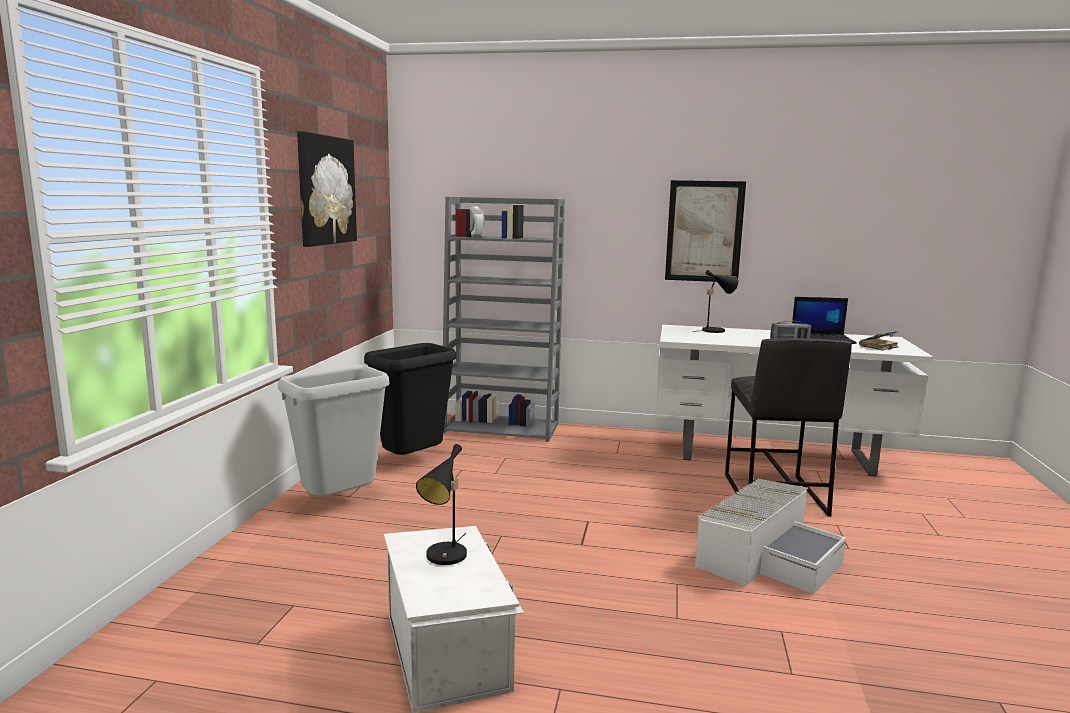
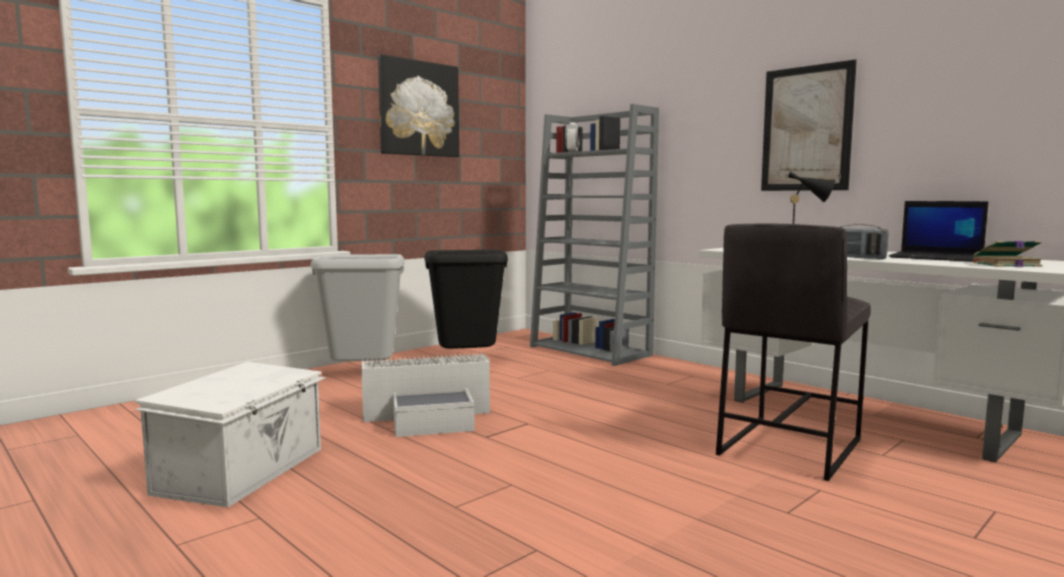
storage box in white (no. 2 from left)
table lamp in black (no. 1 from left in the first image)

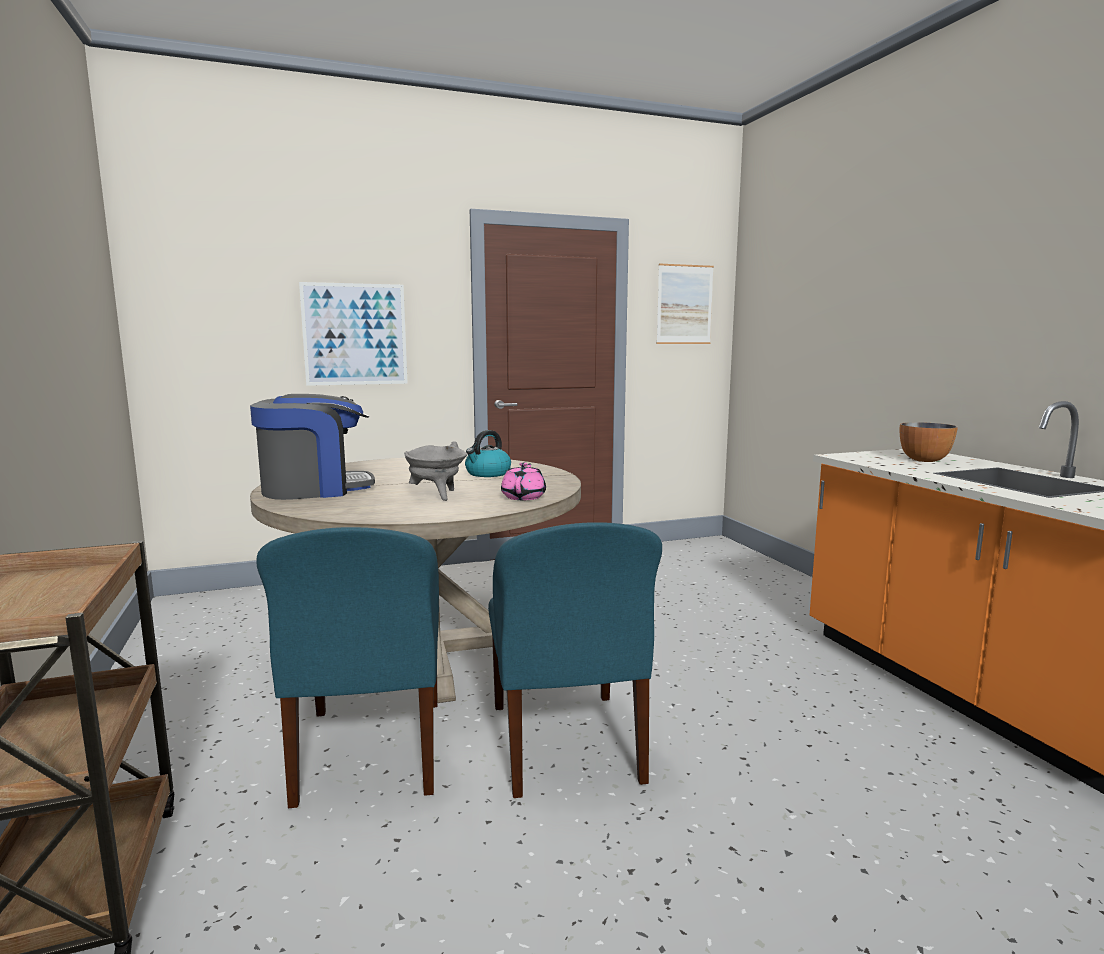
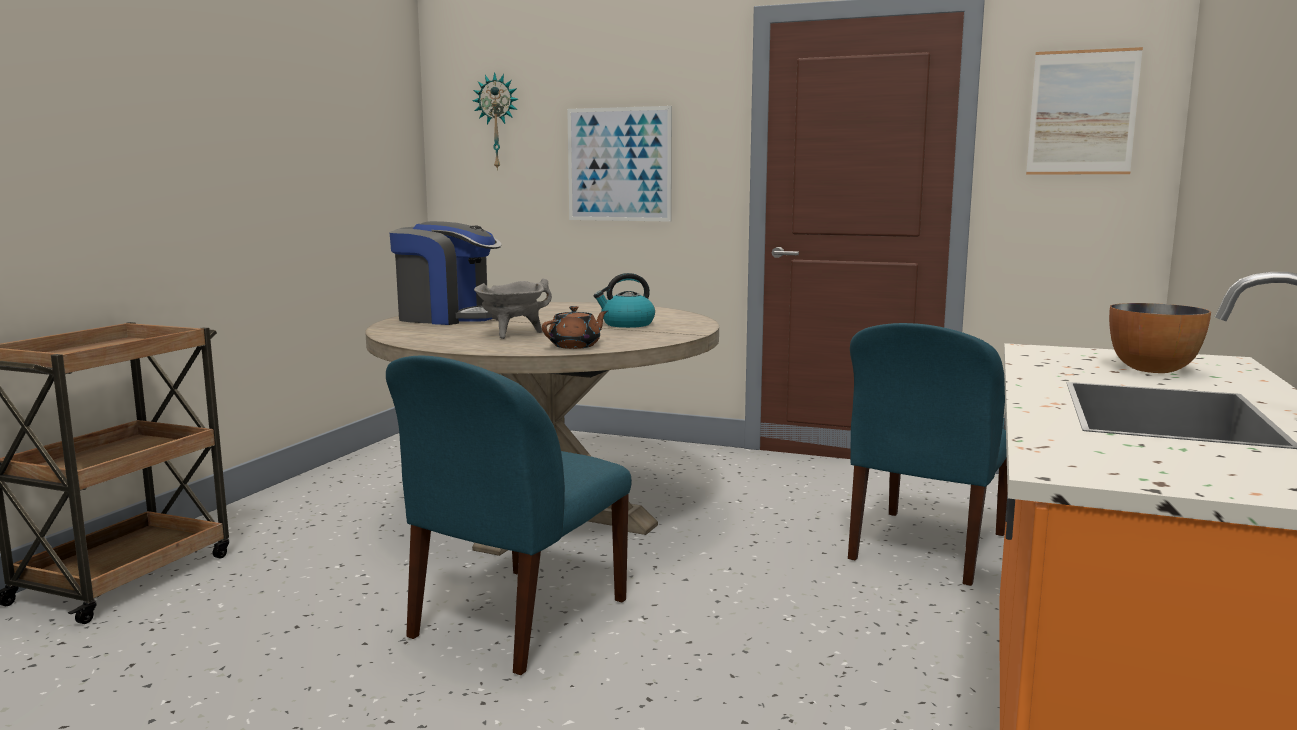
wall clock
teapot in brown
chair in blue (no. 2 from left)

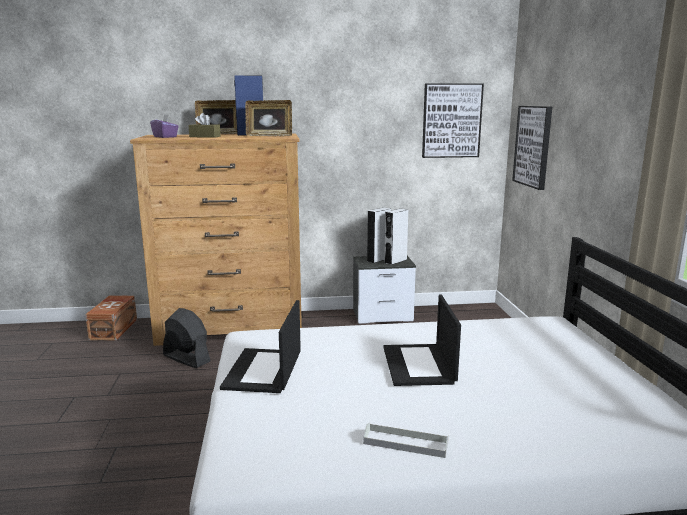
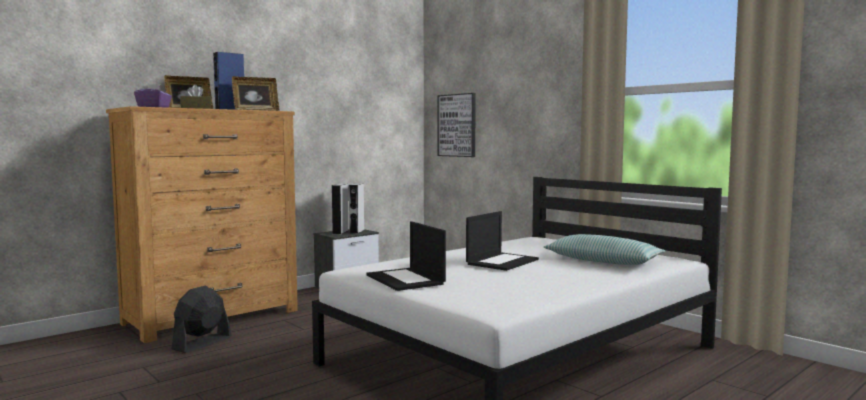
fan in black
laptop (no. 2 from left)
pillow
storage box in brown
tray in grey
picture (no. 1 from left in the first image)

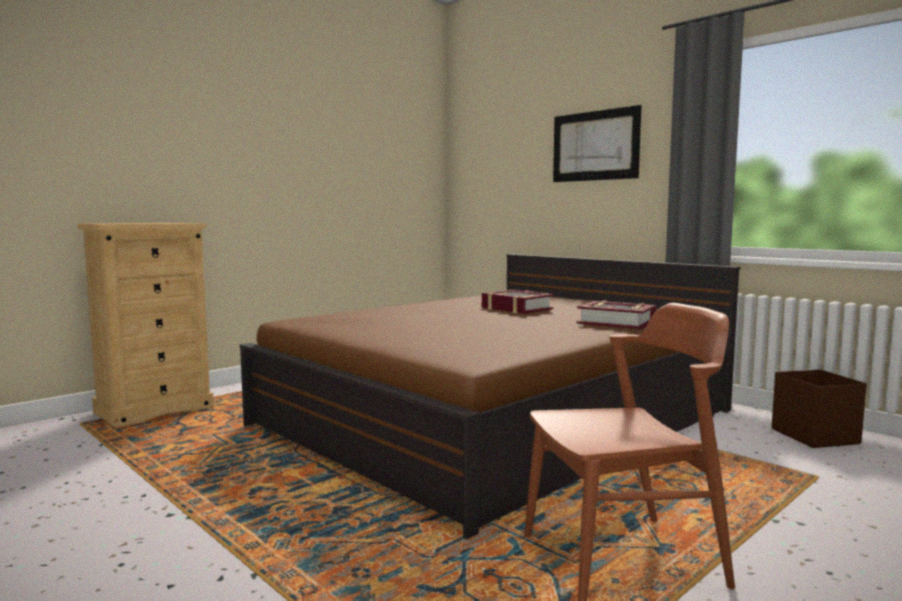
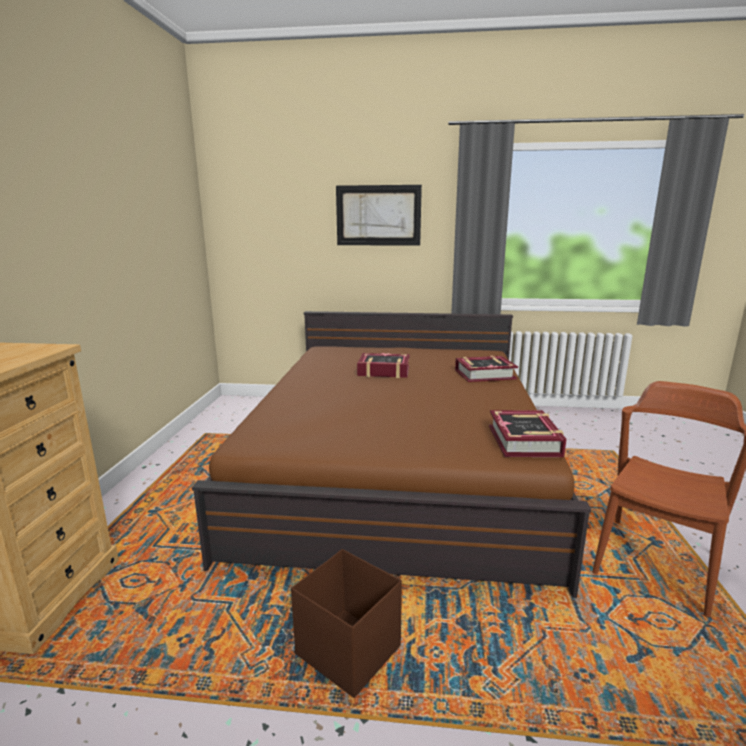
storage box in brown
book (no. 3 from left)

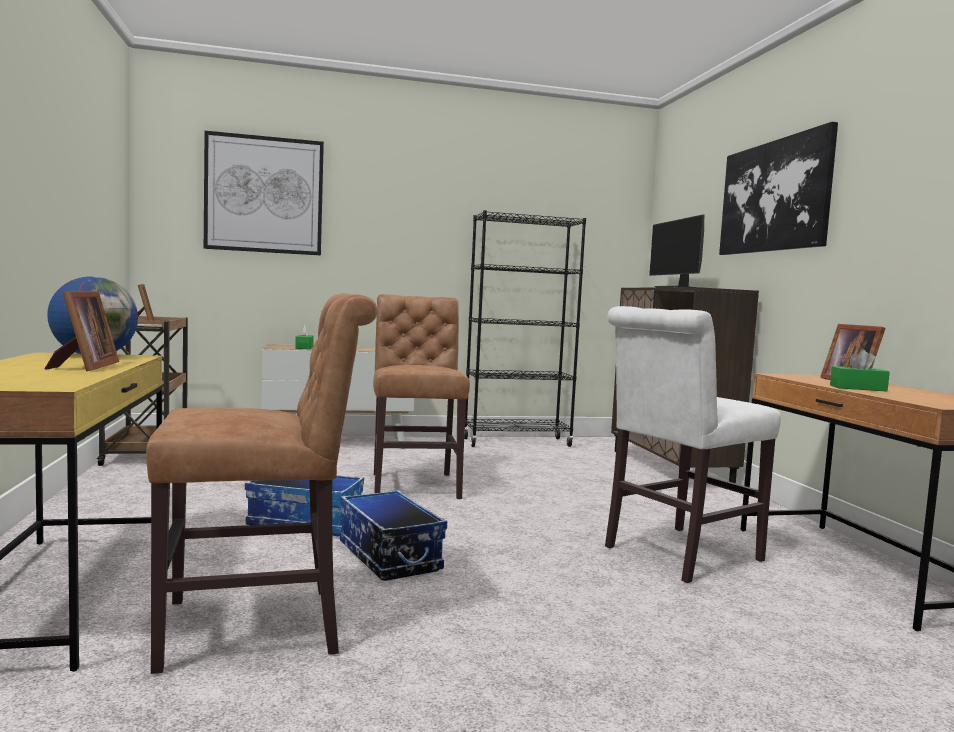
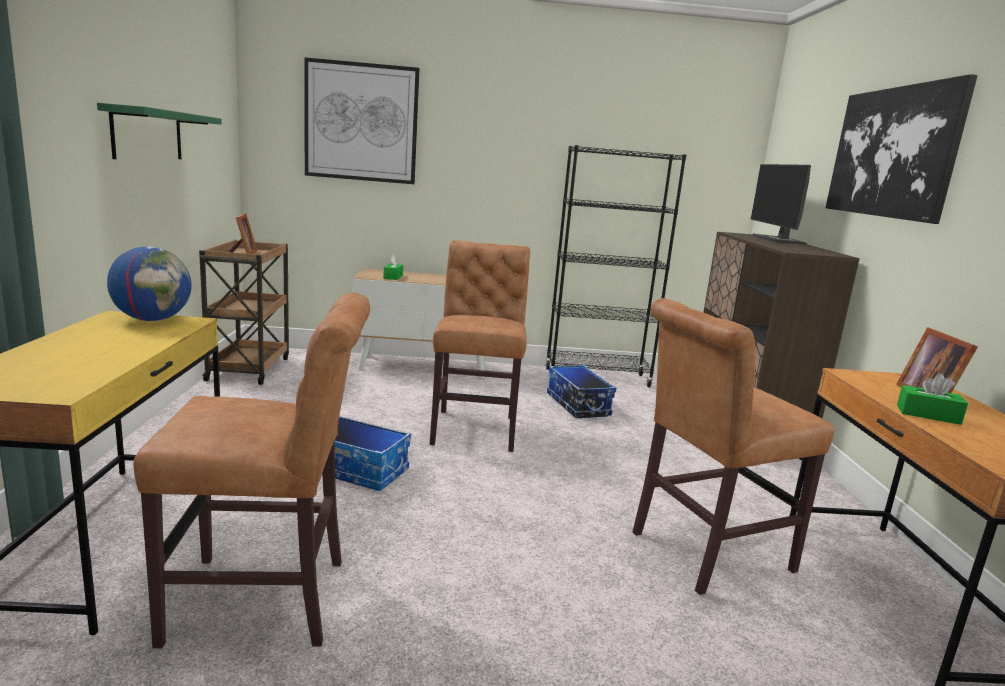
shelf in green
storage box (no. 2 from left)
chair in brown (no. 3 from left)
picture frame (no. 1 from left in the first image)

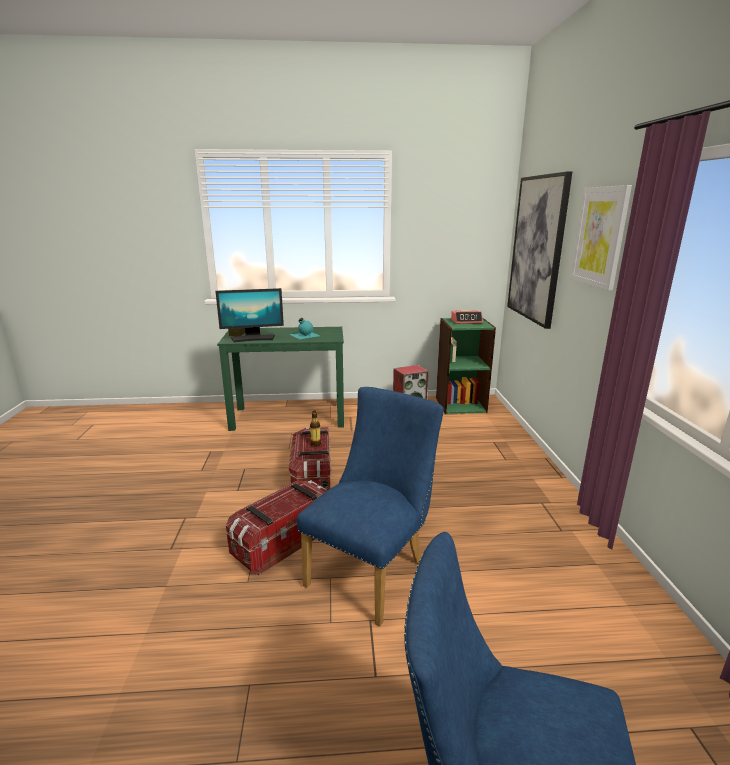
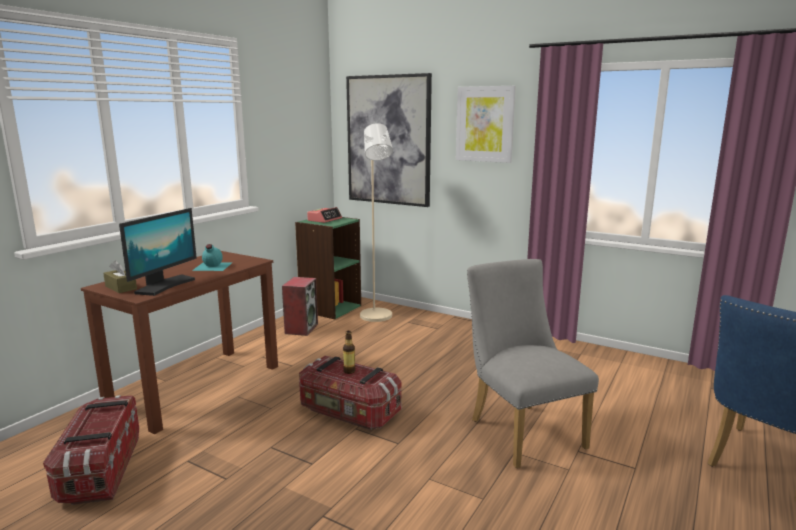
storage box (no. 1 from left)
desk in brown
floor lamp in beige
chair in grey

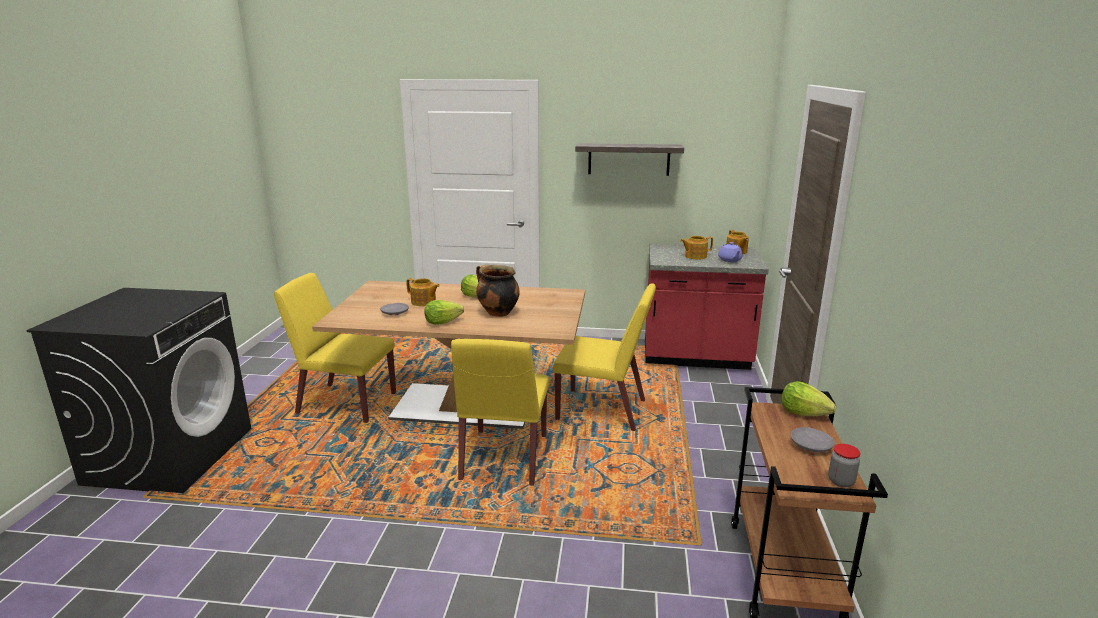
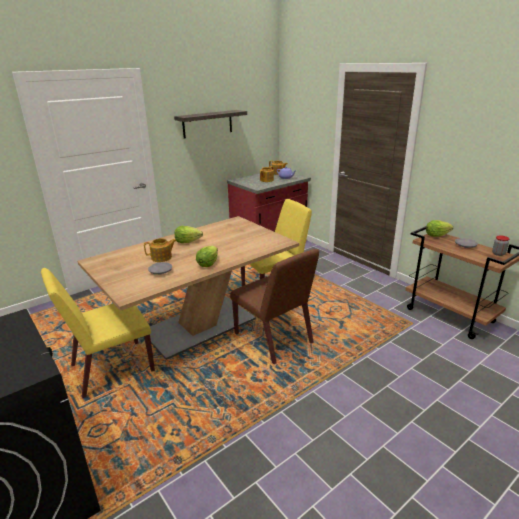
chair in brown
cooking pot

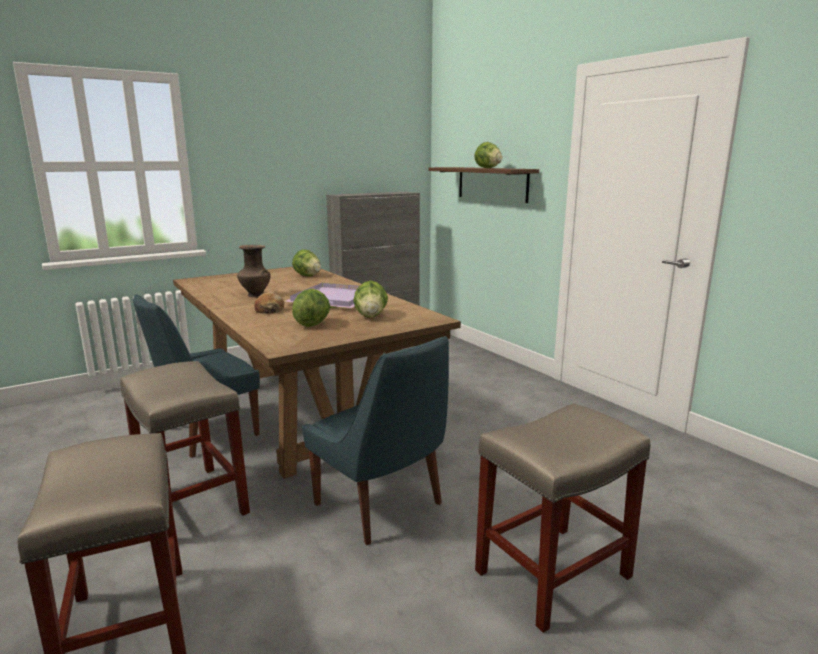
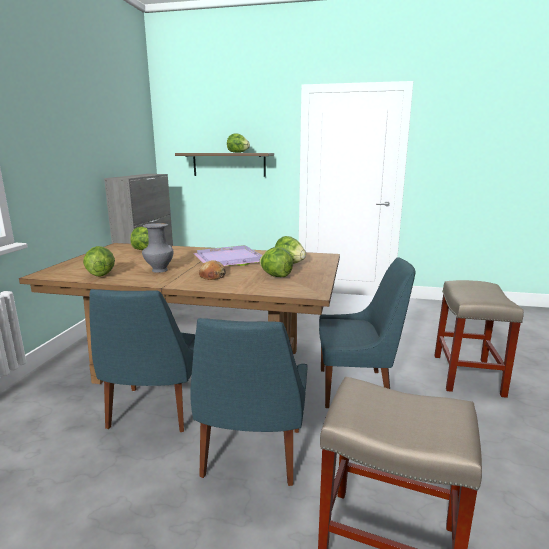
lettuce (no. 1 from left)
vase in grey
chair in blue (no. 2 from left)

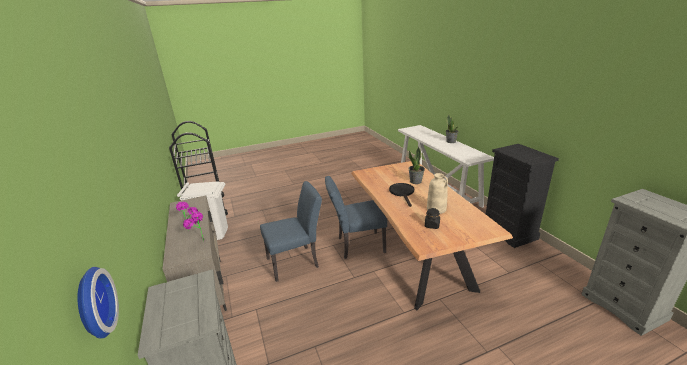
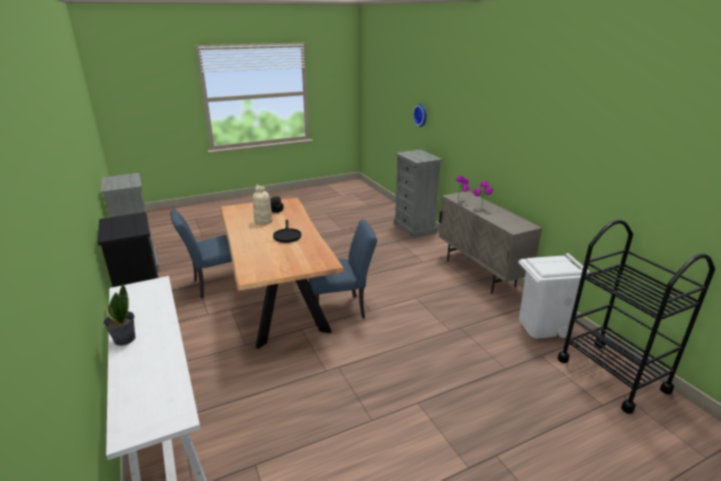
chair in blue (no. 1 from left)
potted plant (no. 3 from left in the first image)

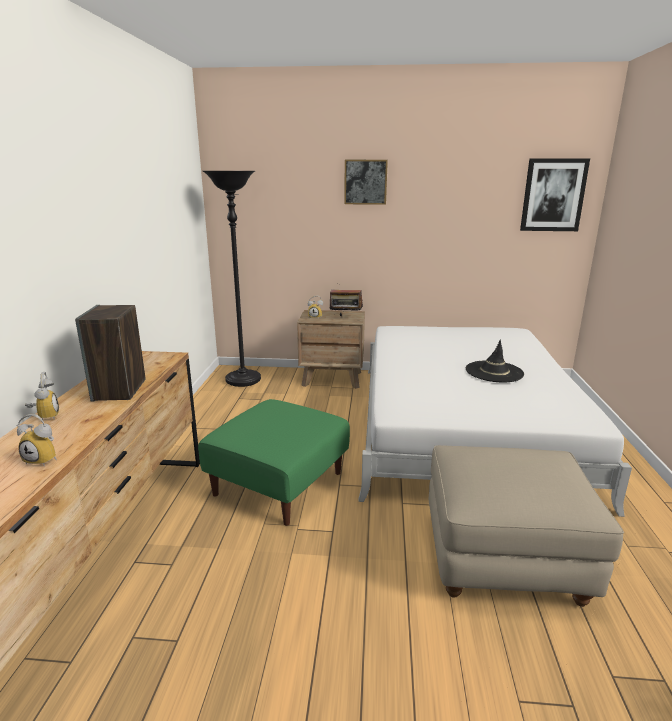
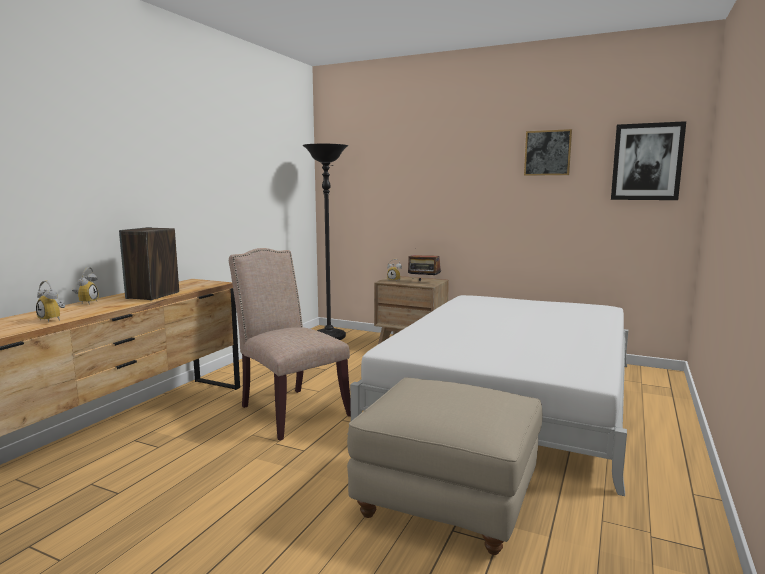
chair in beige
picture (no. 1 from left)
hat in black

